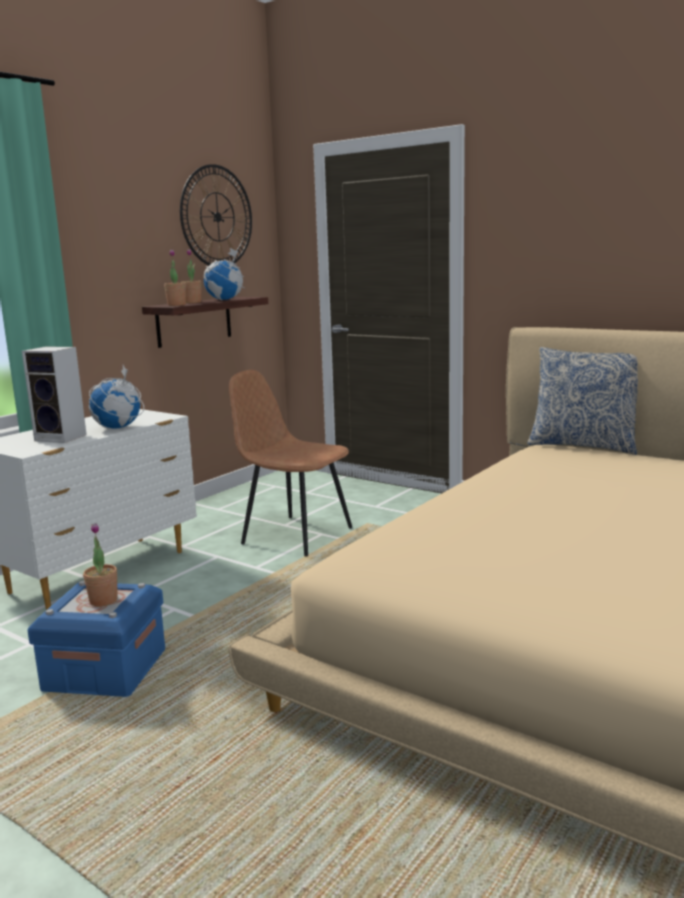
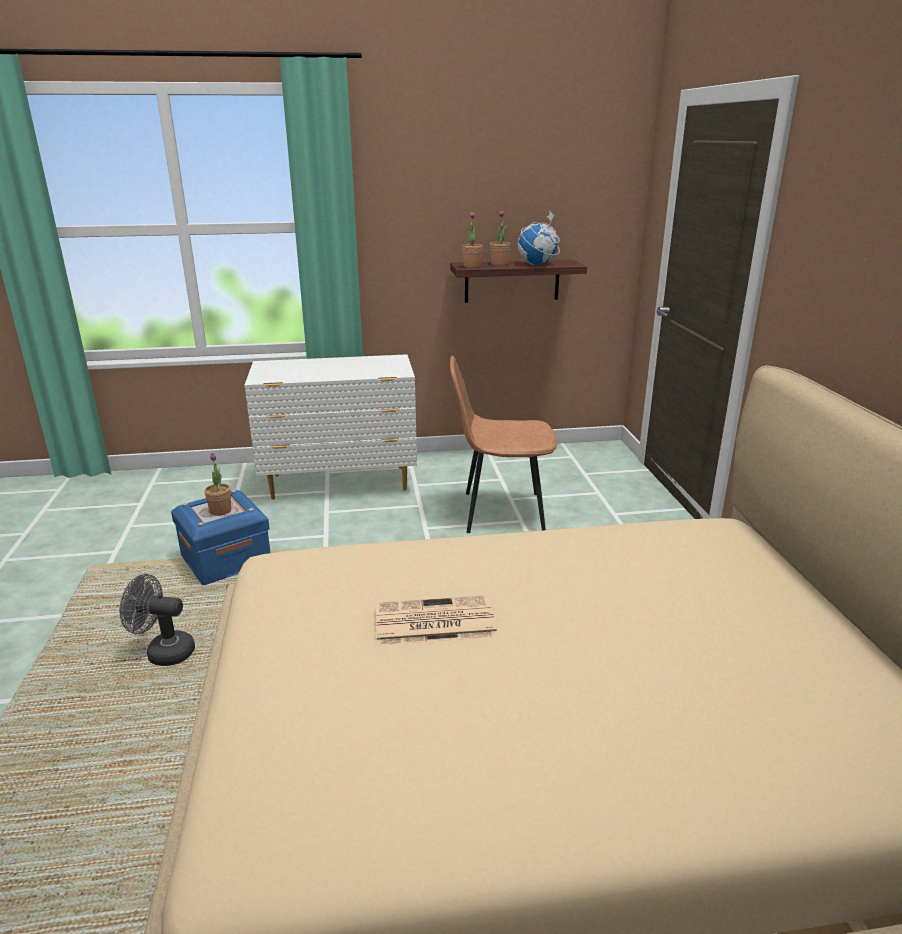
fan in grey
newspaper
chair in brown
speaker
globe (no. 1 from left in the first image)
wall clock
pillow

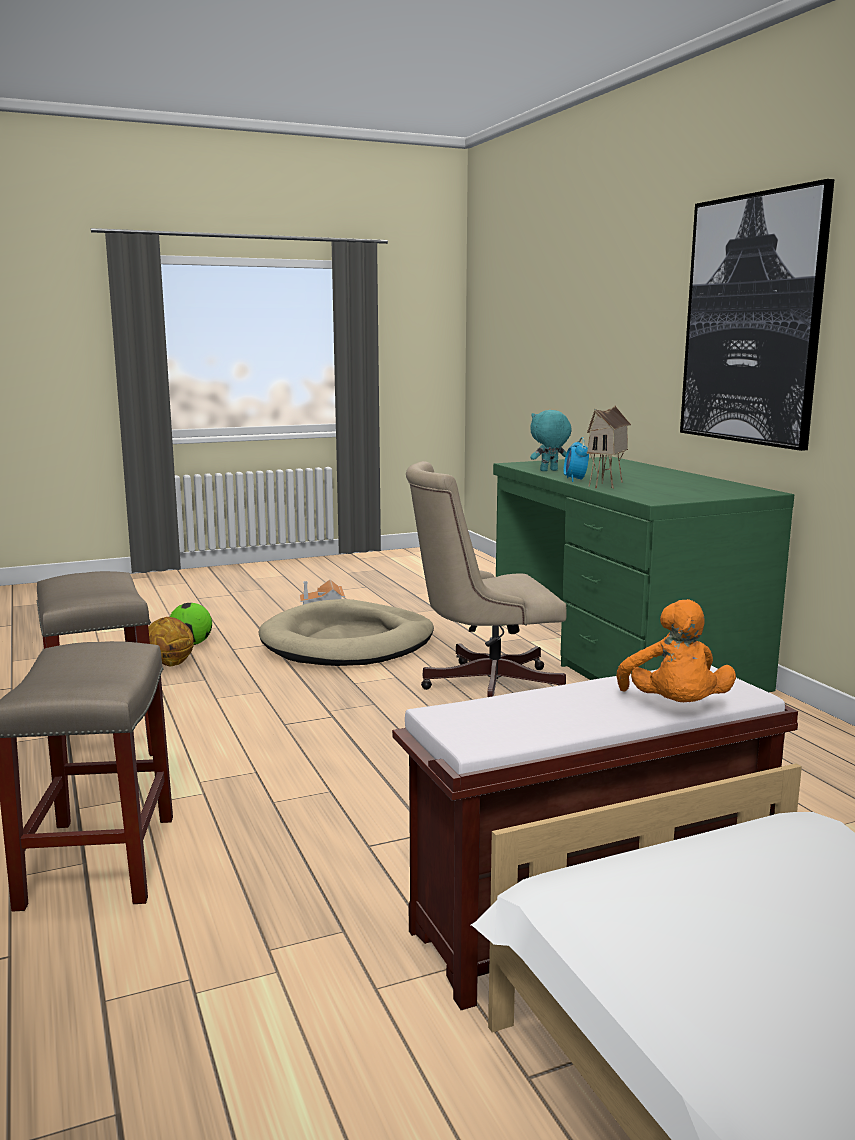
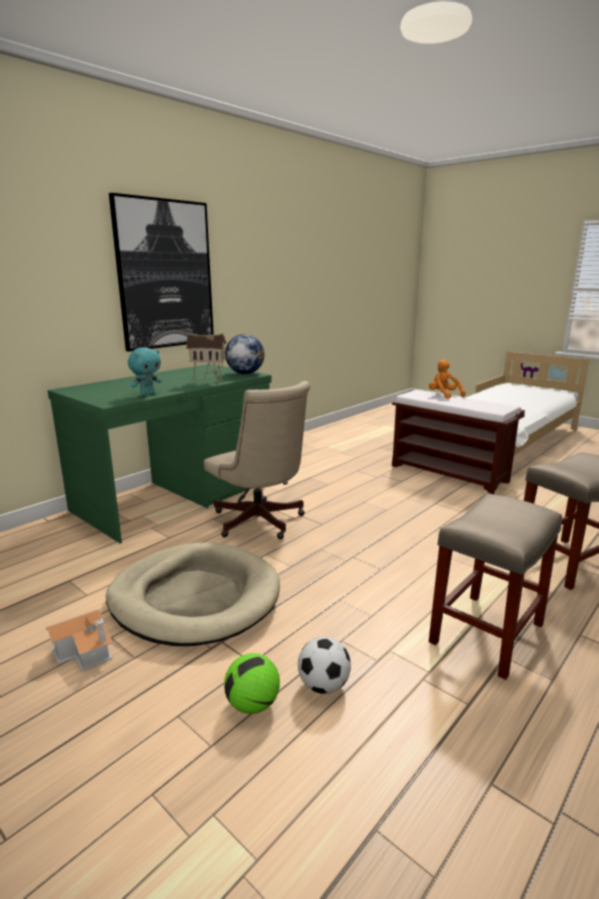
plush toy in turquoise
globe
football (no. 2 from left)
plush toy in orange
alarm clock

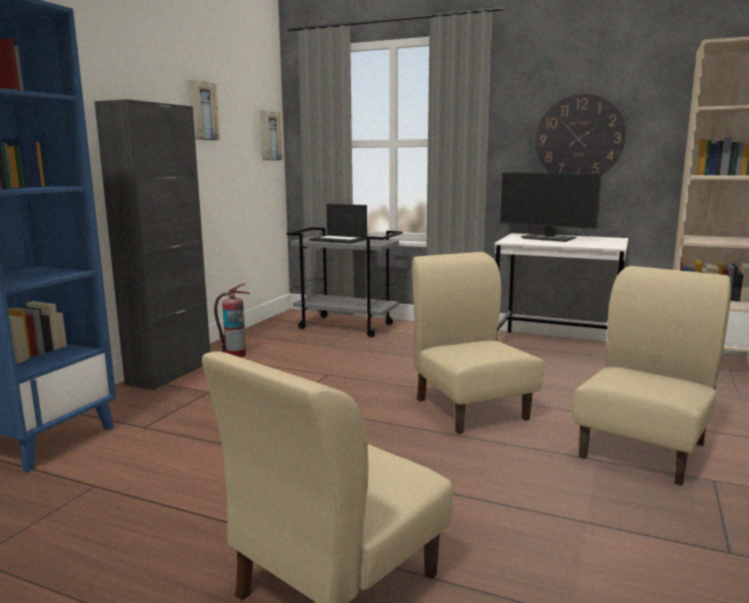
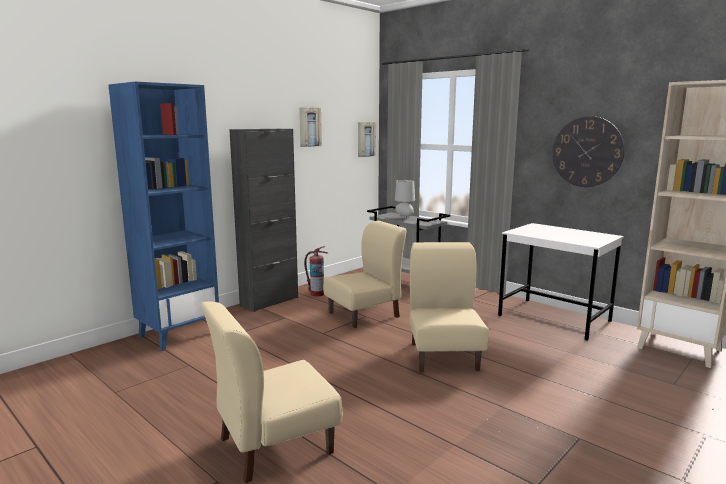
chair in beige (no. 2 from left)
table lamp in grey
monitor

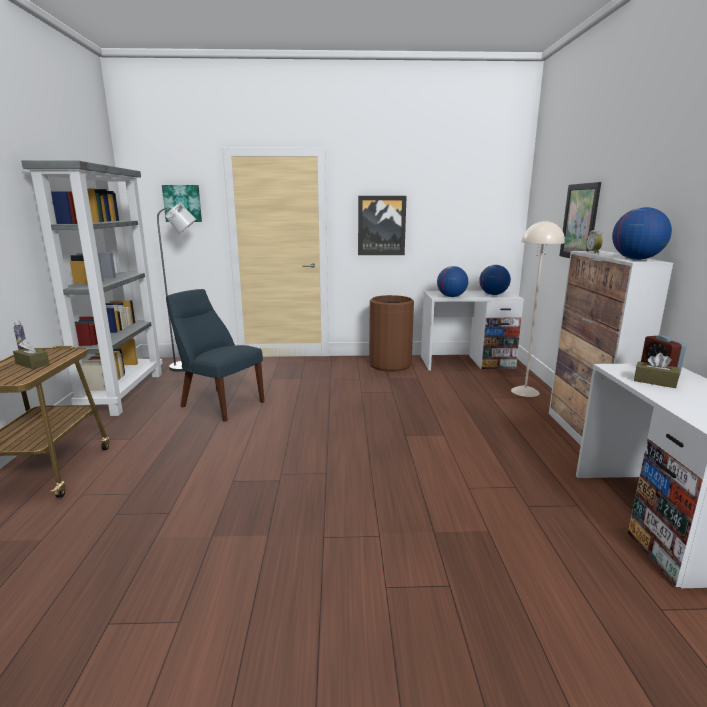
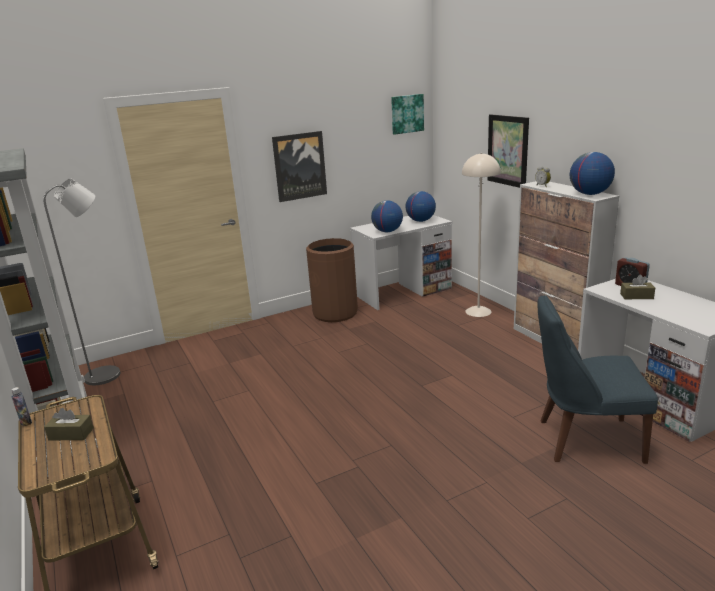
picture (no. 2 from left)
chair in blue

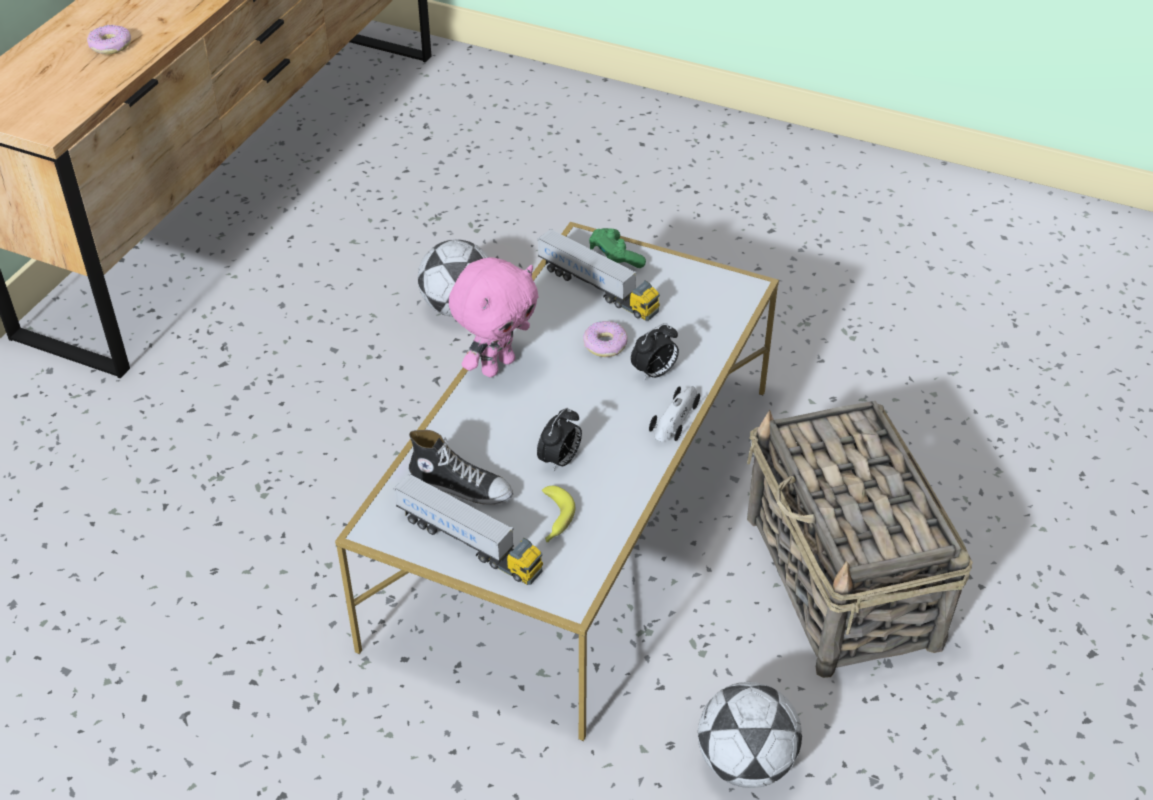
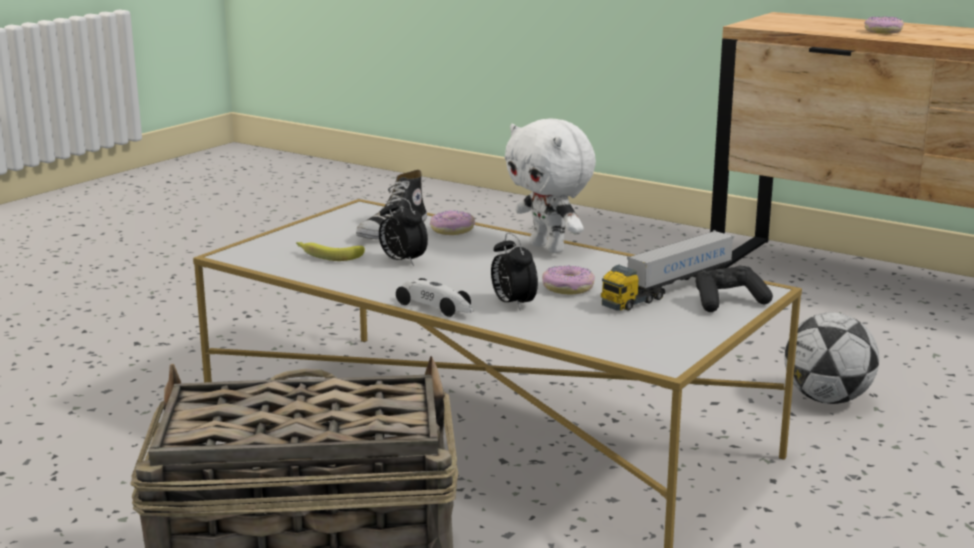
donut (no. 1 from left)
plush toy in white
game controller in black
toy truck (no. 1 from left in the first image)
football (no. 2 from left in the first image)

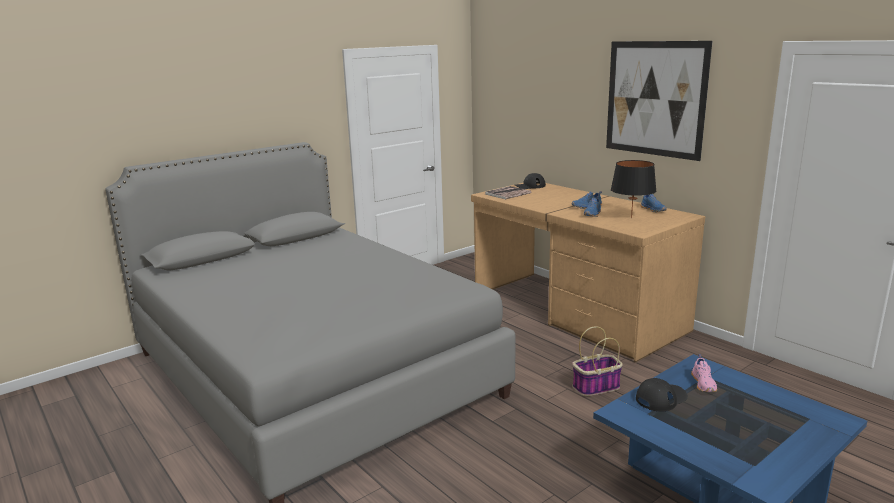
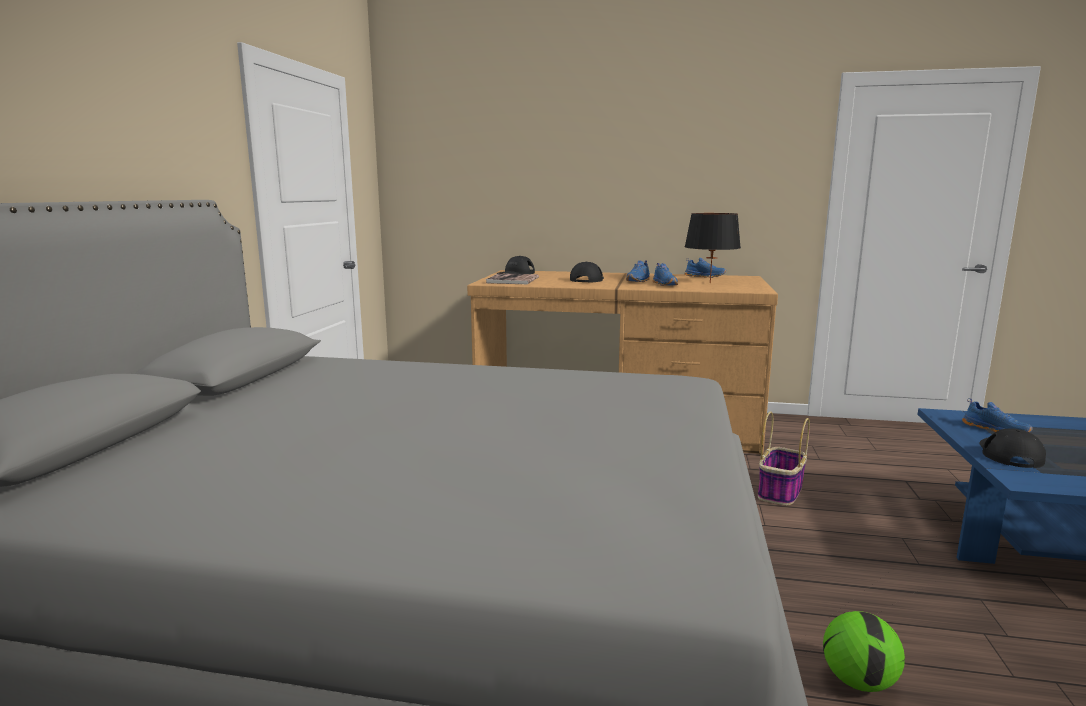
cap in black (no. 2 from left)
football
shoe in blue (no. 4 from left)
picture

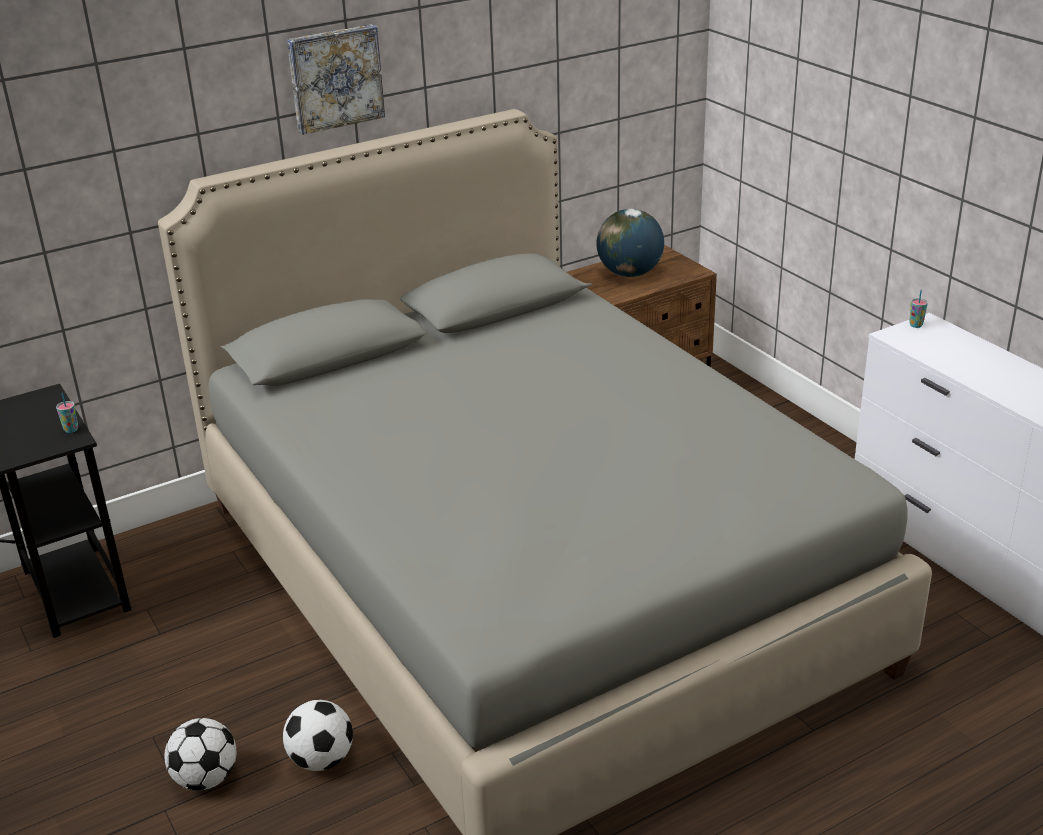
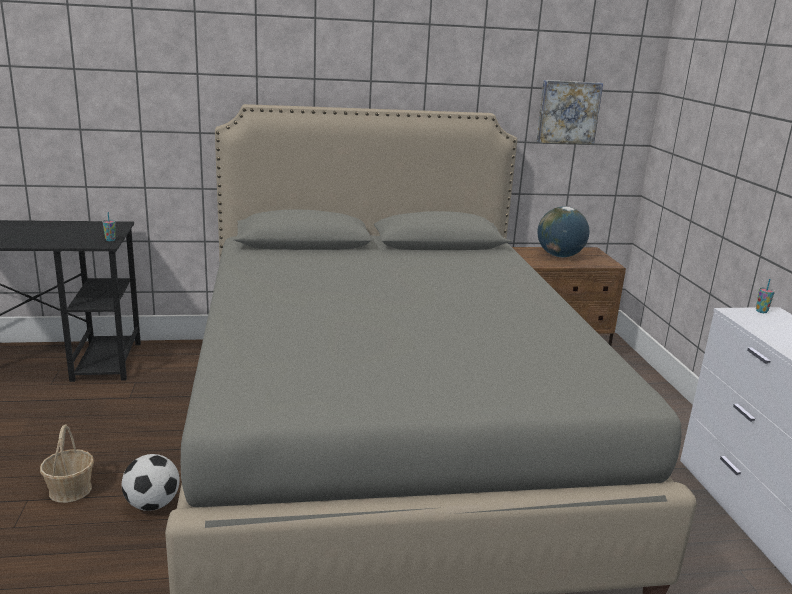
basket
picture

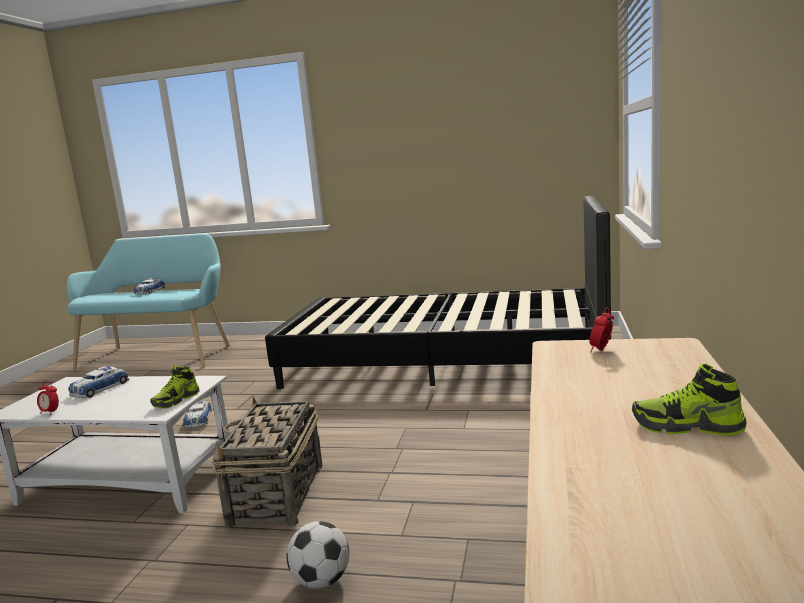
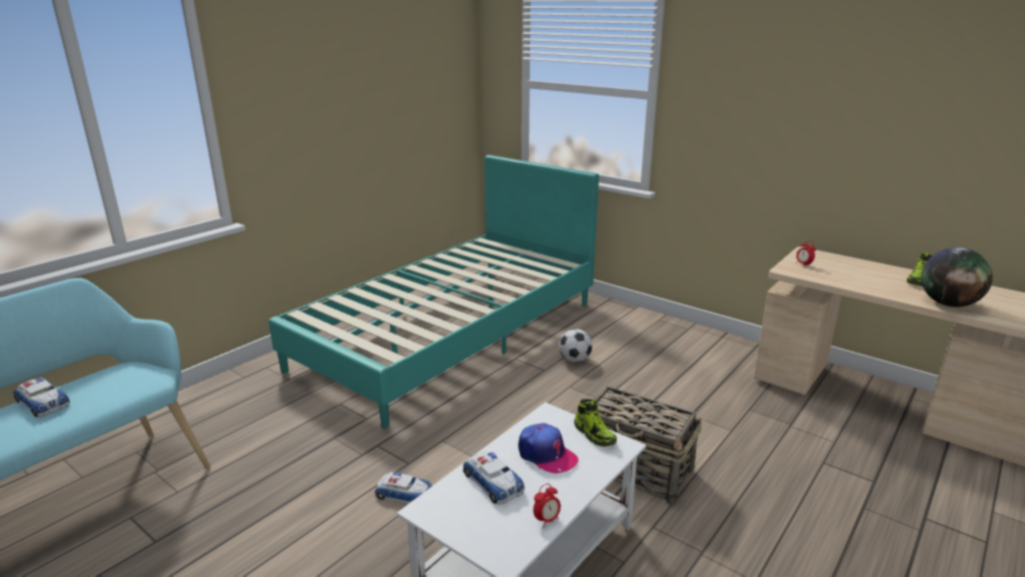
bed in turquoise
cap
football
globe

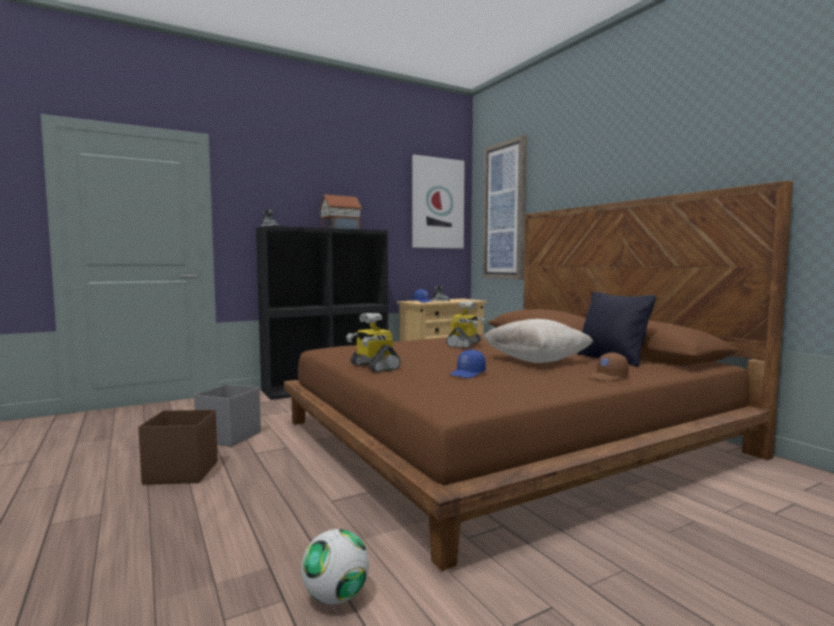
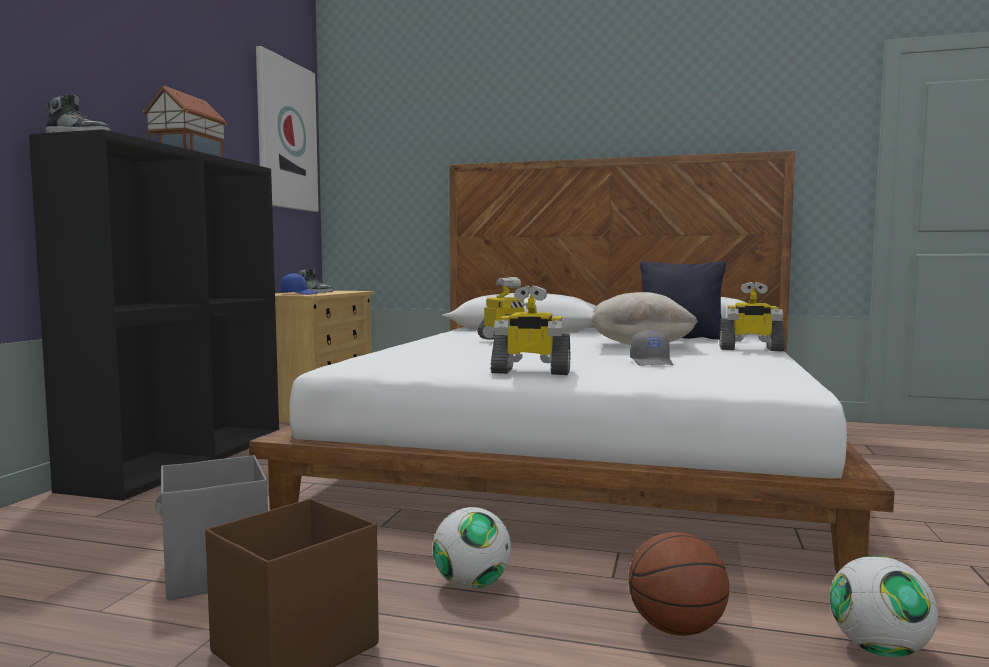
bed in white
football (no. 1 from left)
basketball
cap in grey
toy robot (no. 3 from left)
picture (no. 2 from left in the first image)

